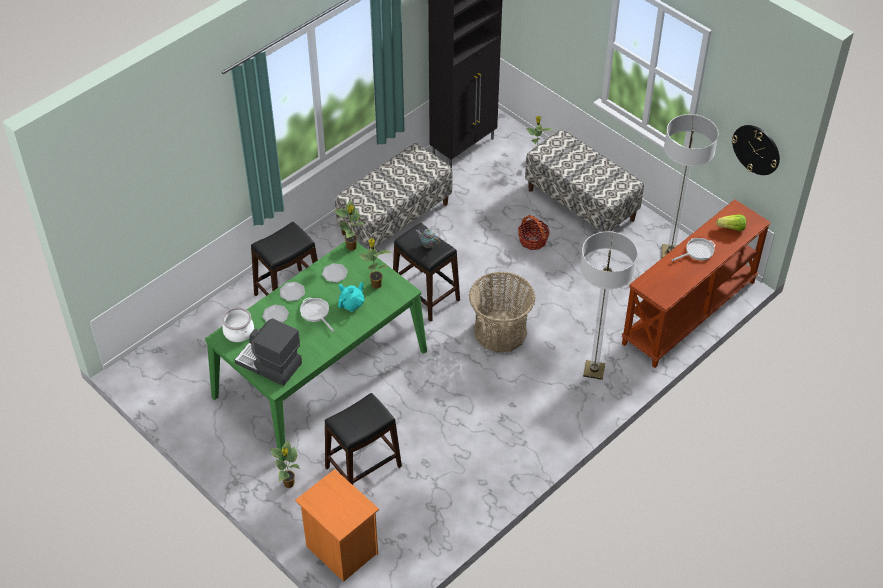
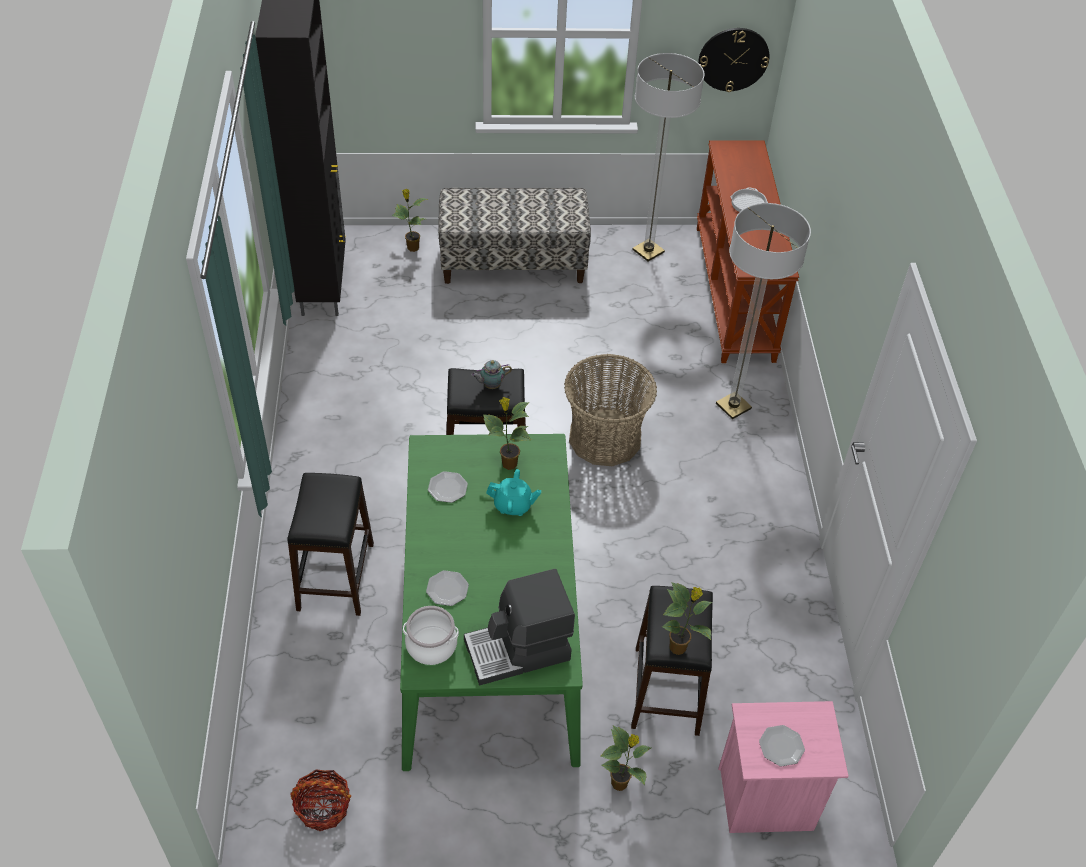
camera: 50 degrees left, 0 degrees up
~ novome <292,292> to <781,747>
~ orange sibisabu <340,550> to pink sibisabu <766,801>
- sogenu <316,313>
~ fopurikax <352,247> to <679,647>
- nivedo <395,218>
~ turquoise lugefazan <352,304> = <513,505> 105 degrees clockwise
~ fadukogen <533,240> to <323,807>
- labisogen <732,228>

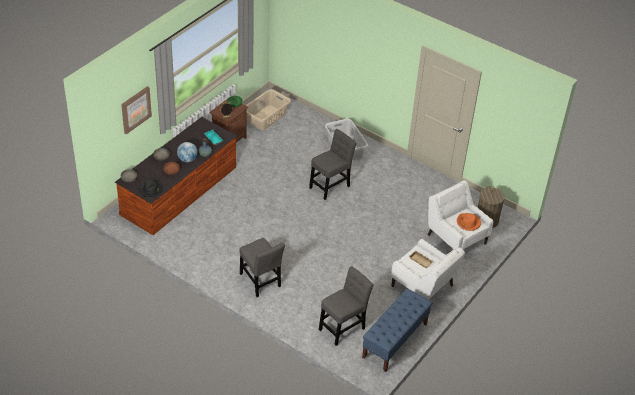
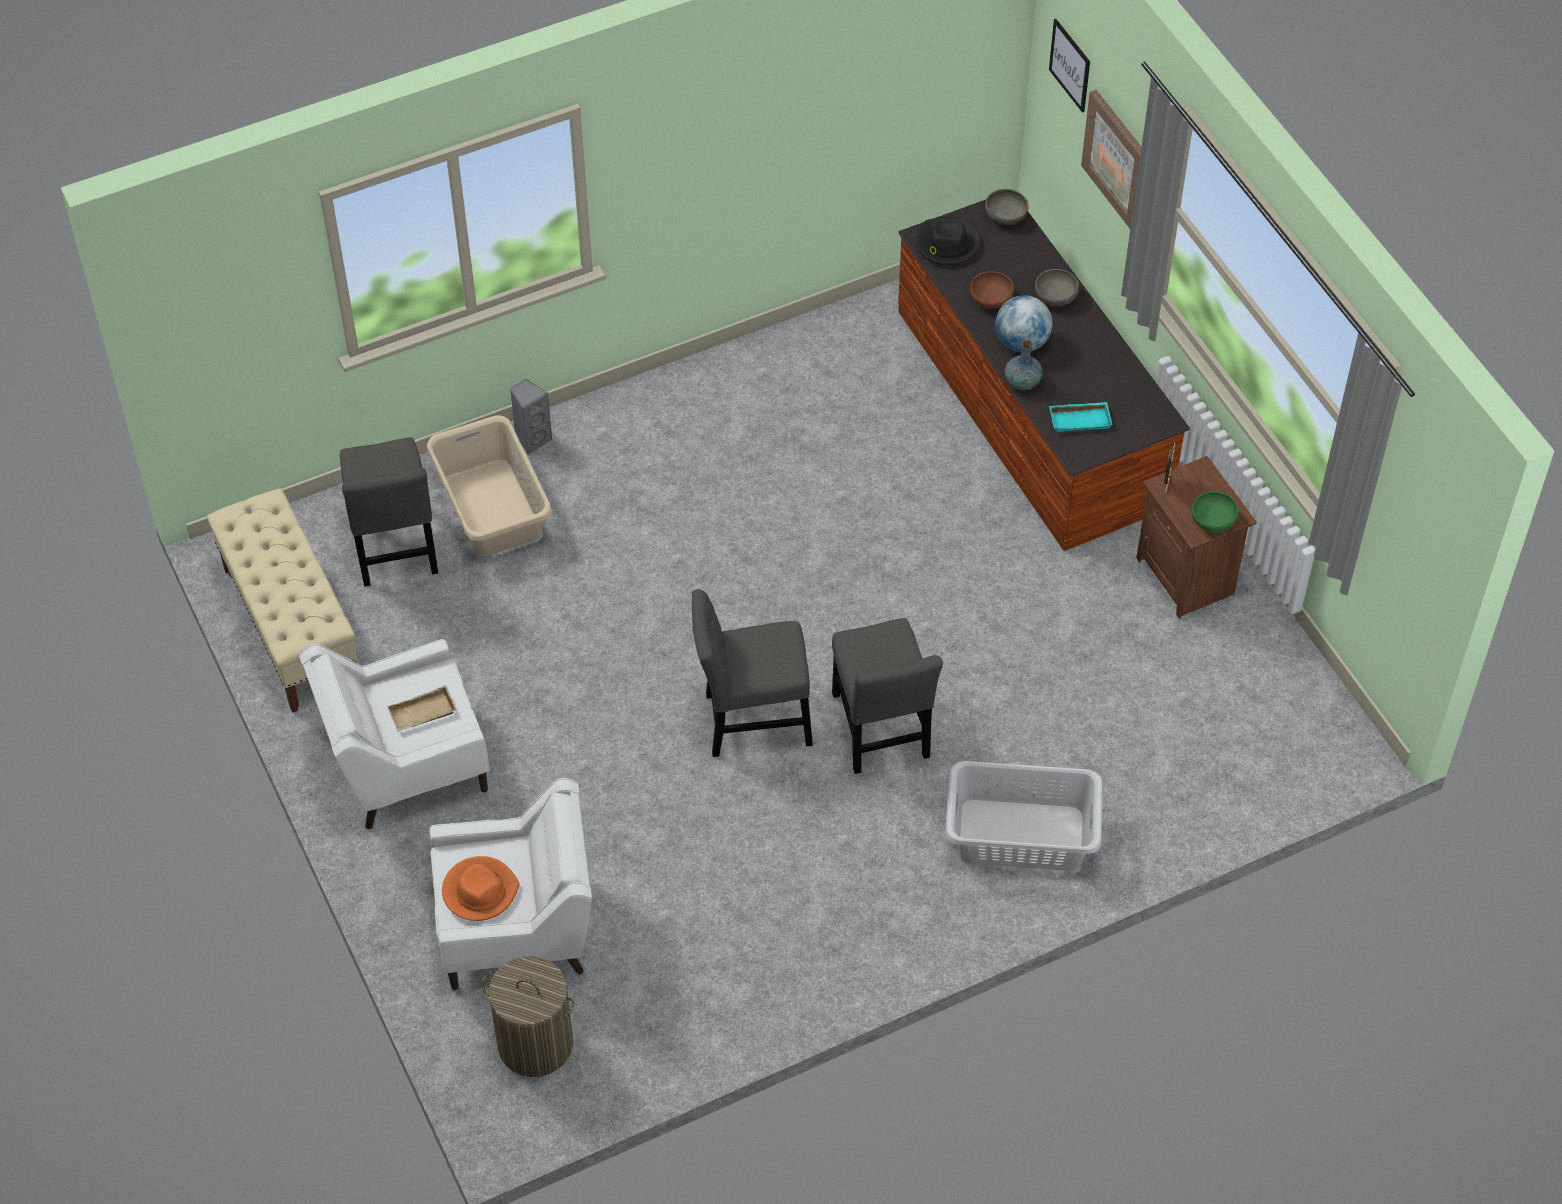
camera: 120 degrees right, 10 degrees up
~ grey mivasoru <261,282> to <751,721>
~ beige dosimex <265,117> to <493,507>
~ blue nivedo <395,341> to beige nivedo <291,626>
+ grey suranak <532,439>
+ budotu <1070,65>

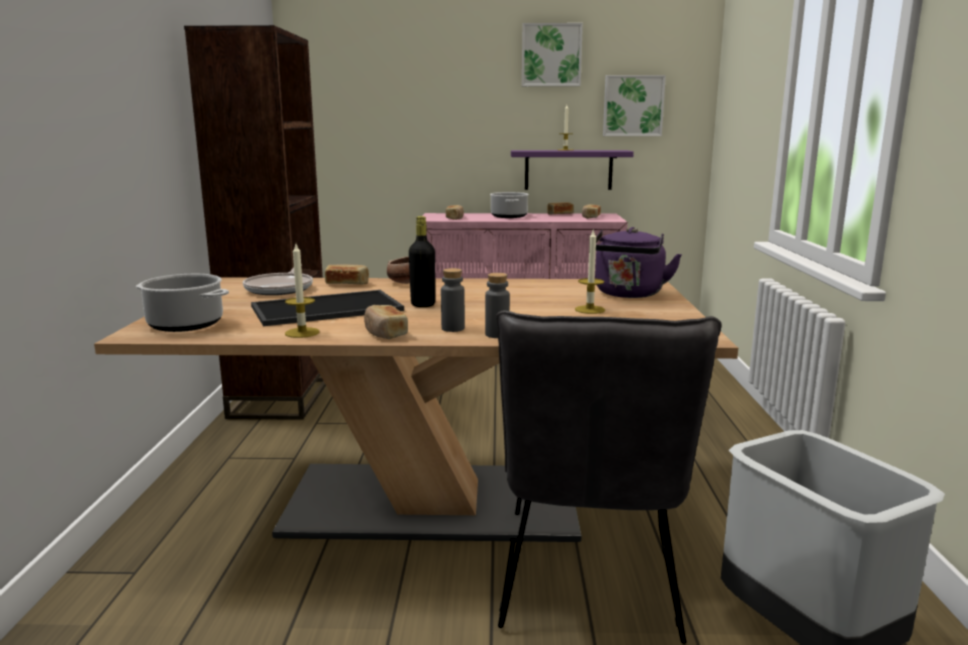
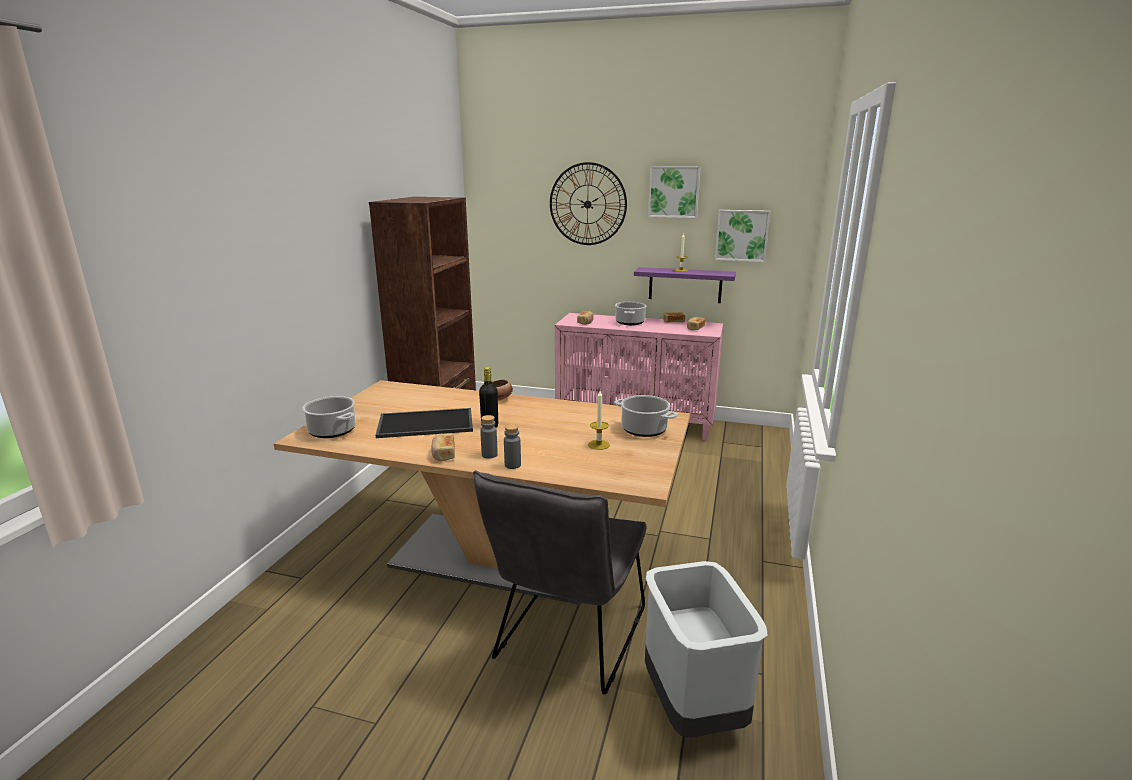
camera: 15 degrees right, 5 degrees up
- sogenu <281,288>
- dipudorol <302,332>
- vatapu <347,284>
~ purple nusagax <628,294> to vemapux <643,429>
+ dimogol <587,204>

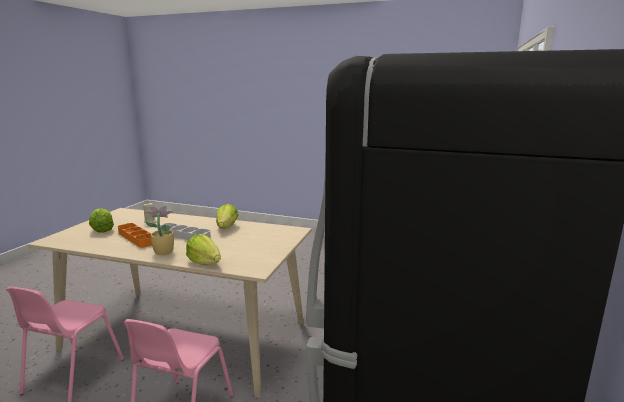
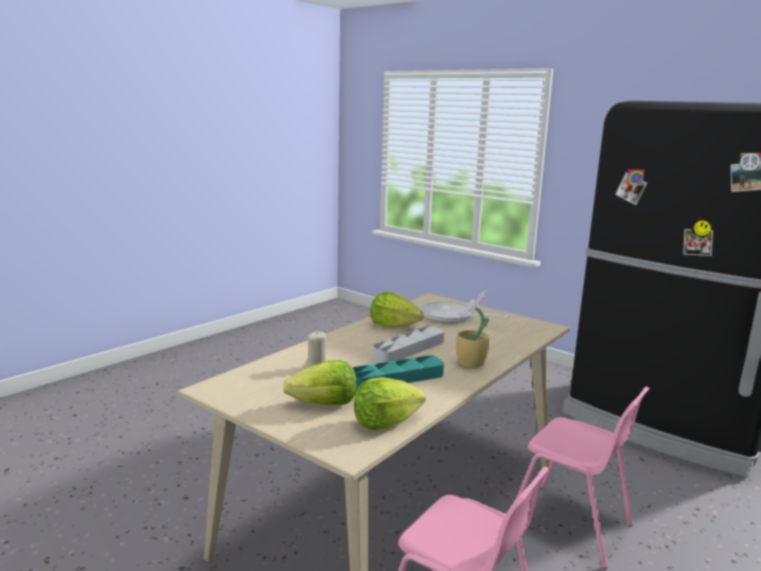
camera: 70 degrees left, 0 degrees up
~ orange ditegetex <136,238> to turquoise ditegetex <396,378>
~ labisogen <205,262> to <385,423>
+ sogenu <451,317>

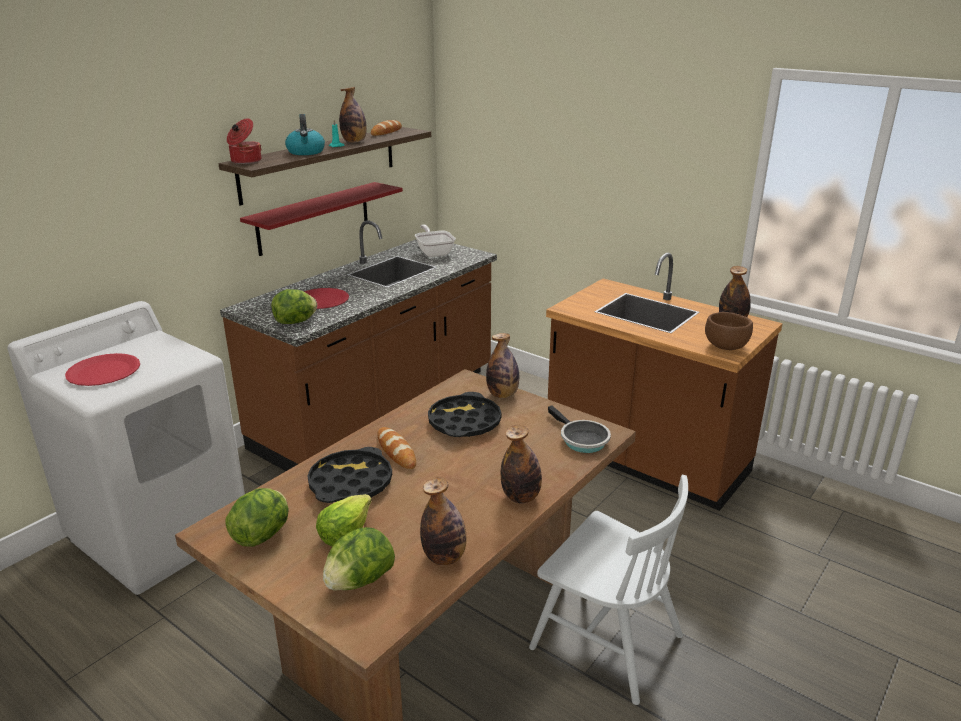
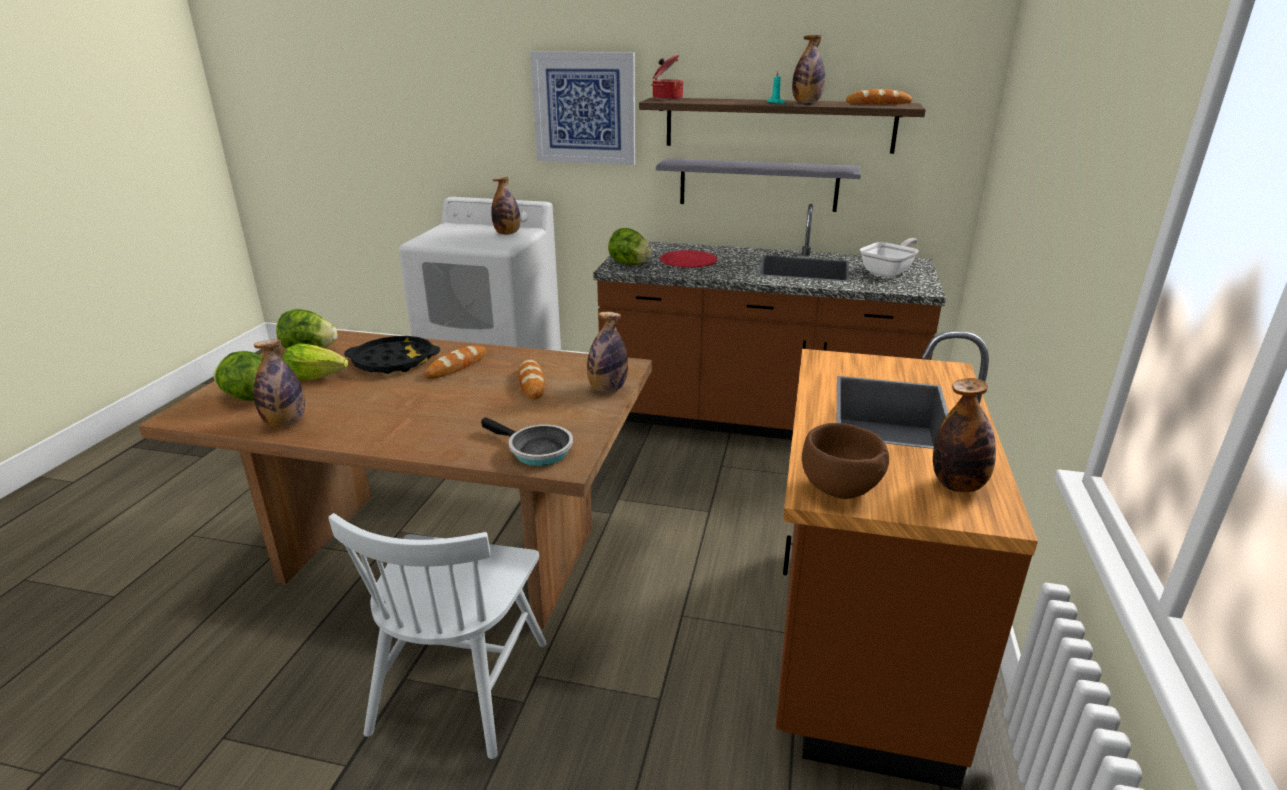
camera: 65 degrees right, 0 degrees up
- red novome <104,372>
~ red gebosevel <314,218> to grey gebosevel <758,185>
- nusagax <306,152>
~ black ditegetex <464,422> to vatapu <531,383>
~ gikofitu <521,497> to <507,233>
~ sogenu <581,439> = <536,450> 90 degrees counterclockwise
+ budotu <584,108>

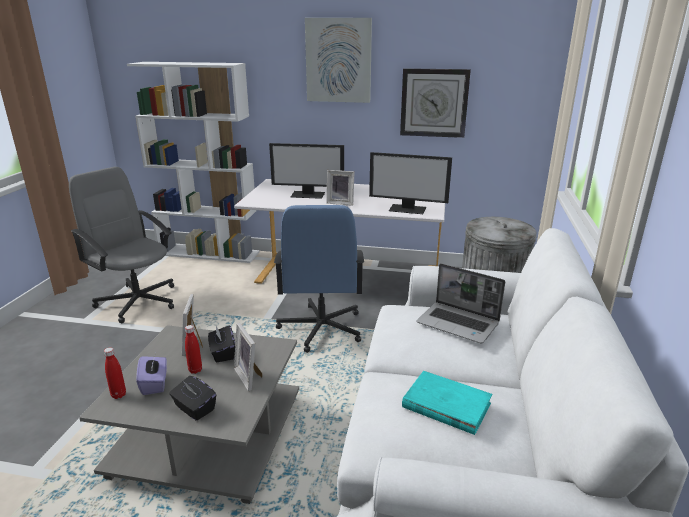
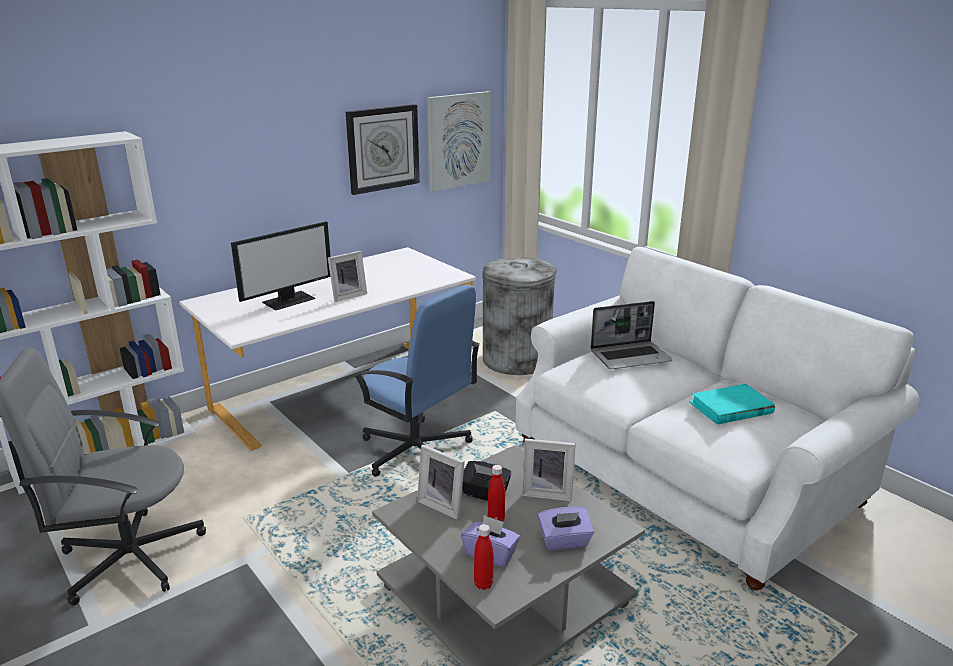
camera: 50 degrees left, 0 degrees up
~ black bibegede <194,408> to purple bibegede <564,541>
~ budotu <338,60> to <458,140>
- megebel <408,209>

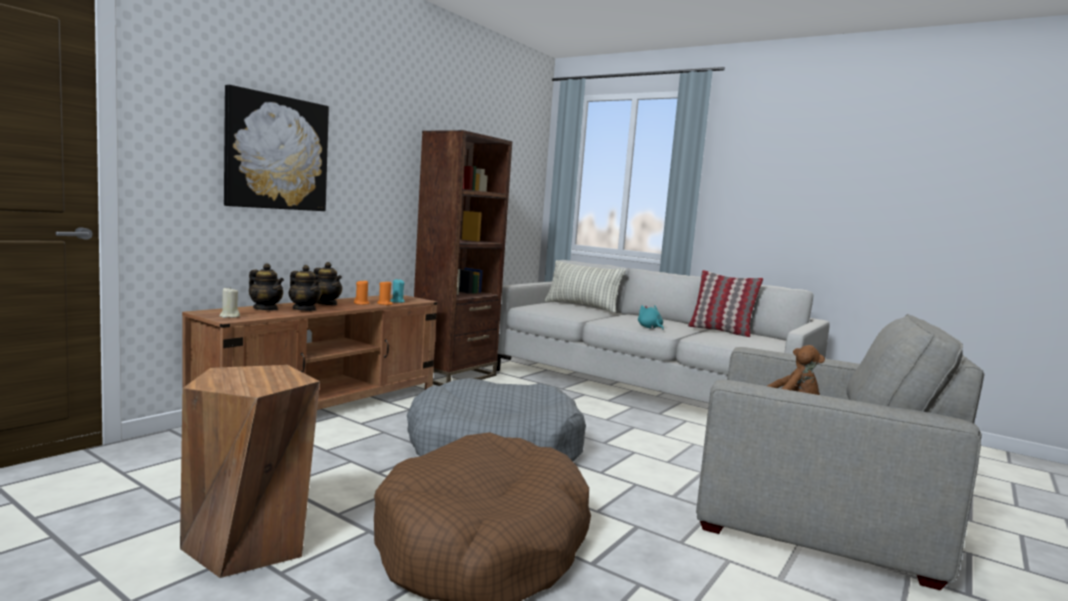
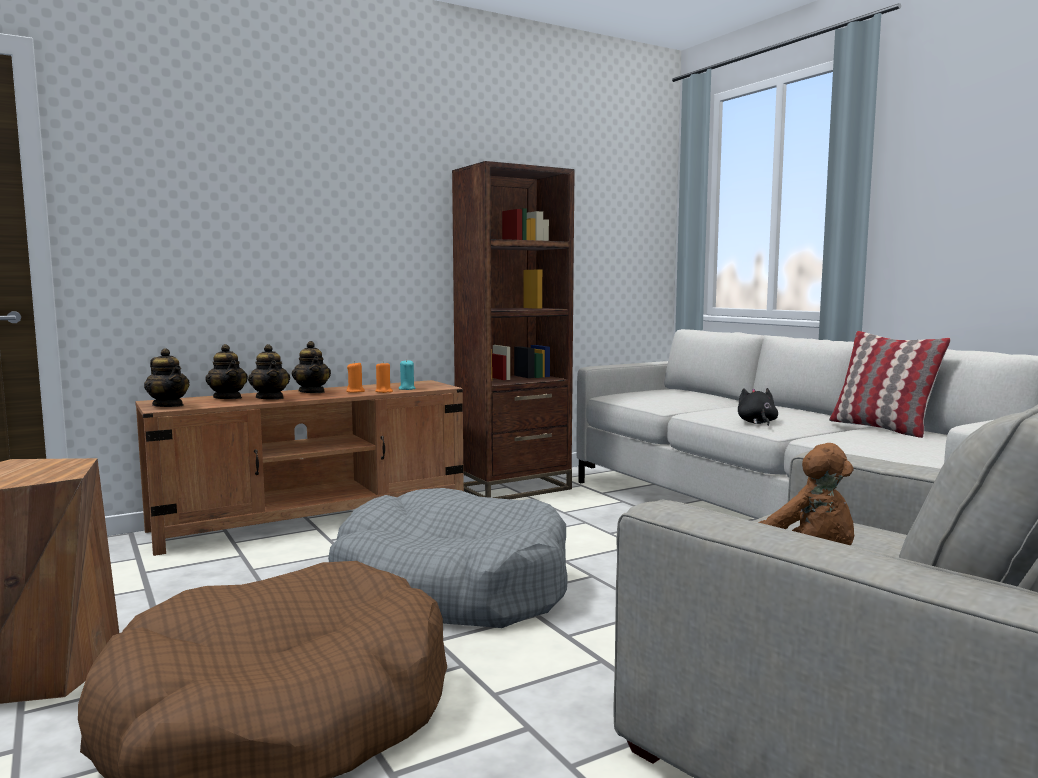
camera: 25 degrees right, 0 degrees up
~ beige dipudorol <229,316> to lugefazan <168,405>
- budotu <276,153>
- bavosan <582,306>
~ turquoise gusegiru <650,328> to black gusegiru <757,423>

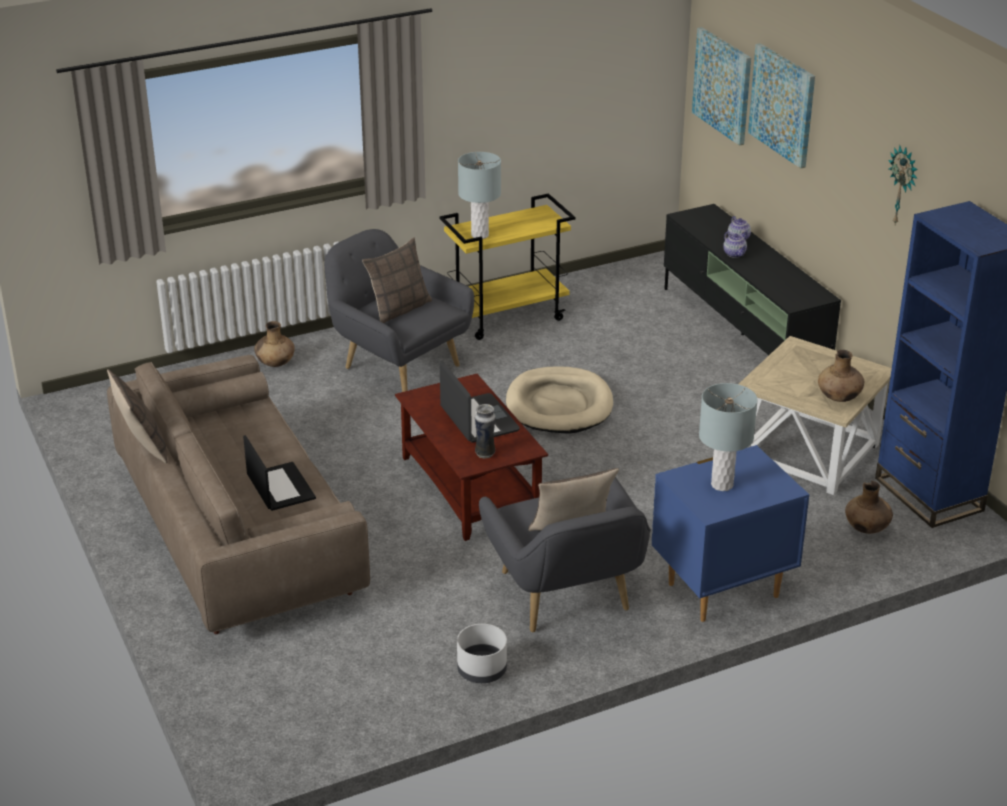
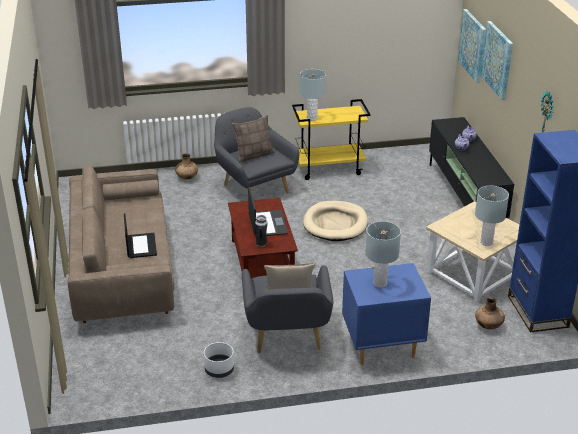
camera: 15 degrees right, 0 degrees up
- bavosan <142,447>
~ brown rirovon <839,397> to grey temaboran <486,242>

